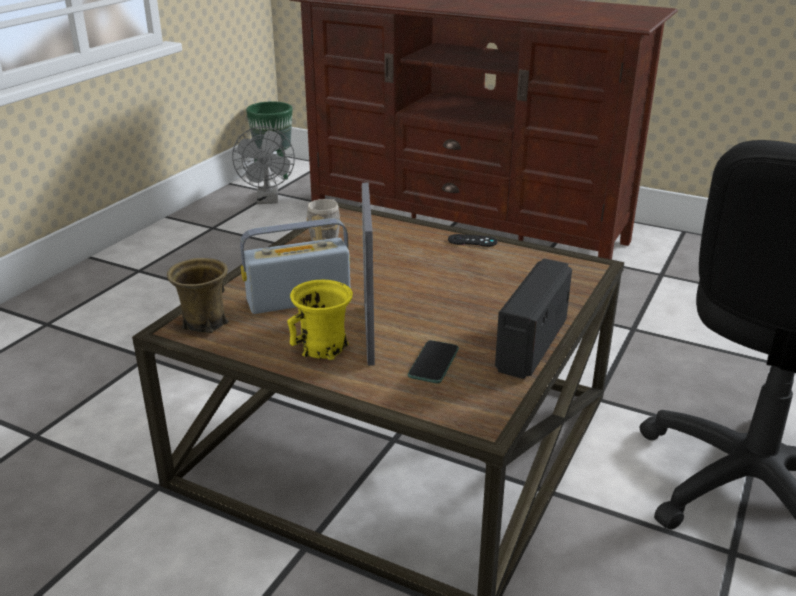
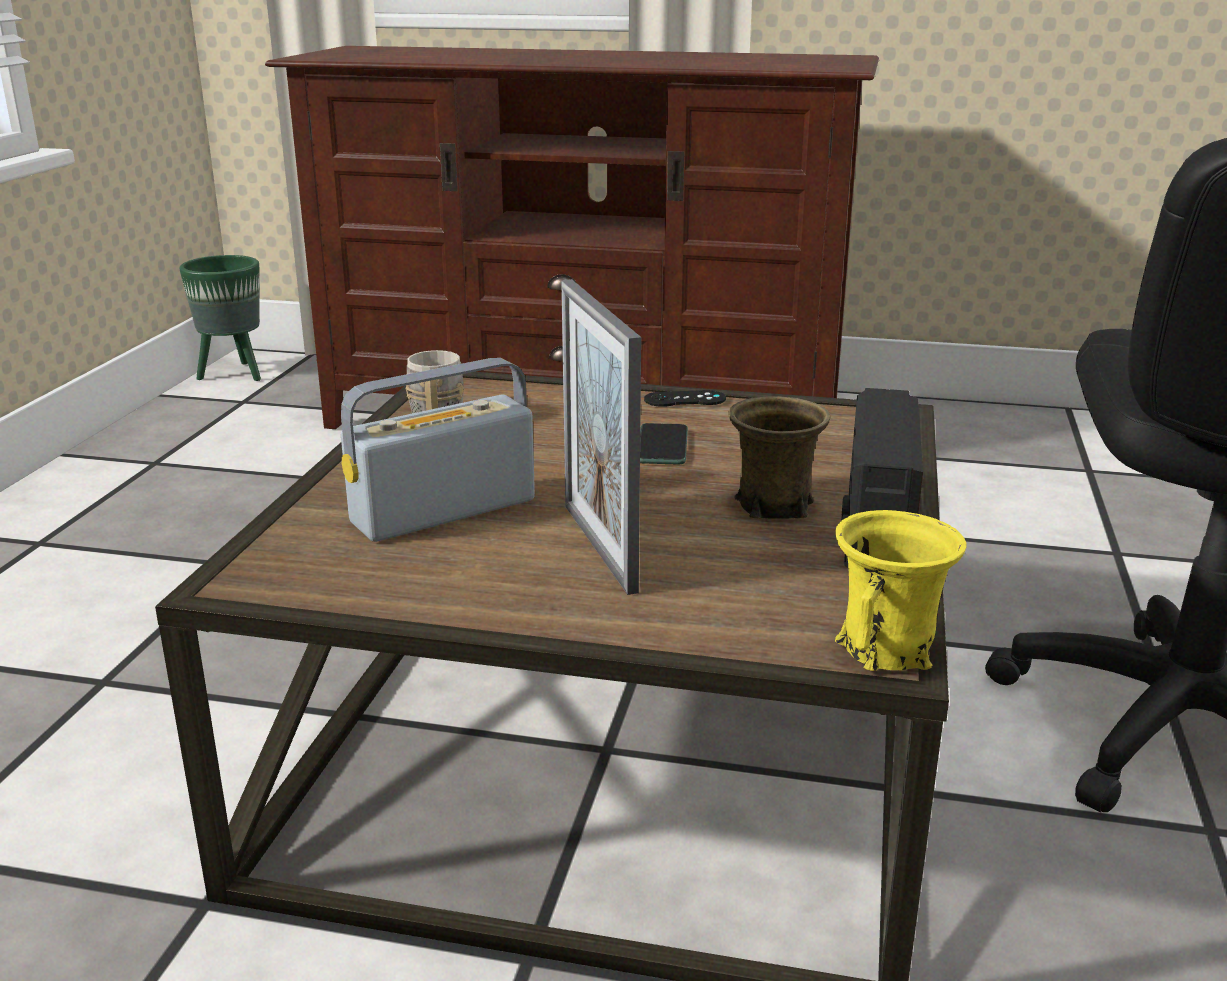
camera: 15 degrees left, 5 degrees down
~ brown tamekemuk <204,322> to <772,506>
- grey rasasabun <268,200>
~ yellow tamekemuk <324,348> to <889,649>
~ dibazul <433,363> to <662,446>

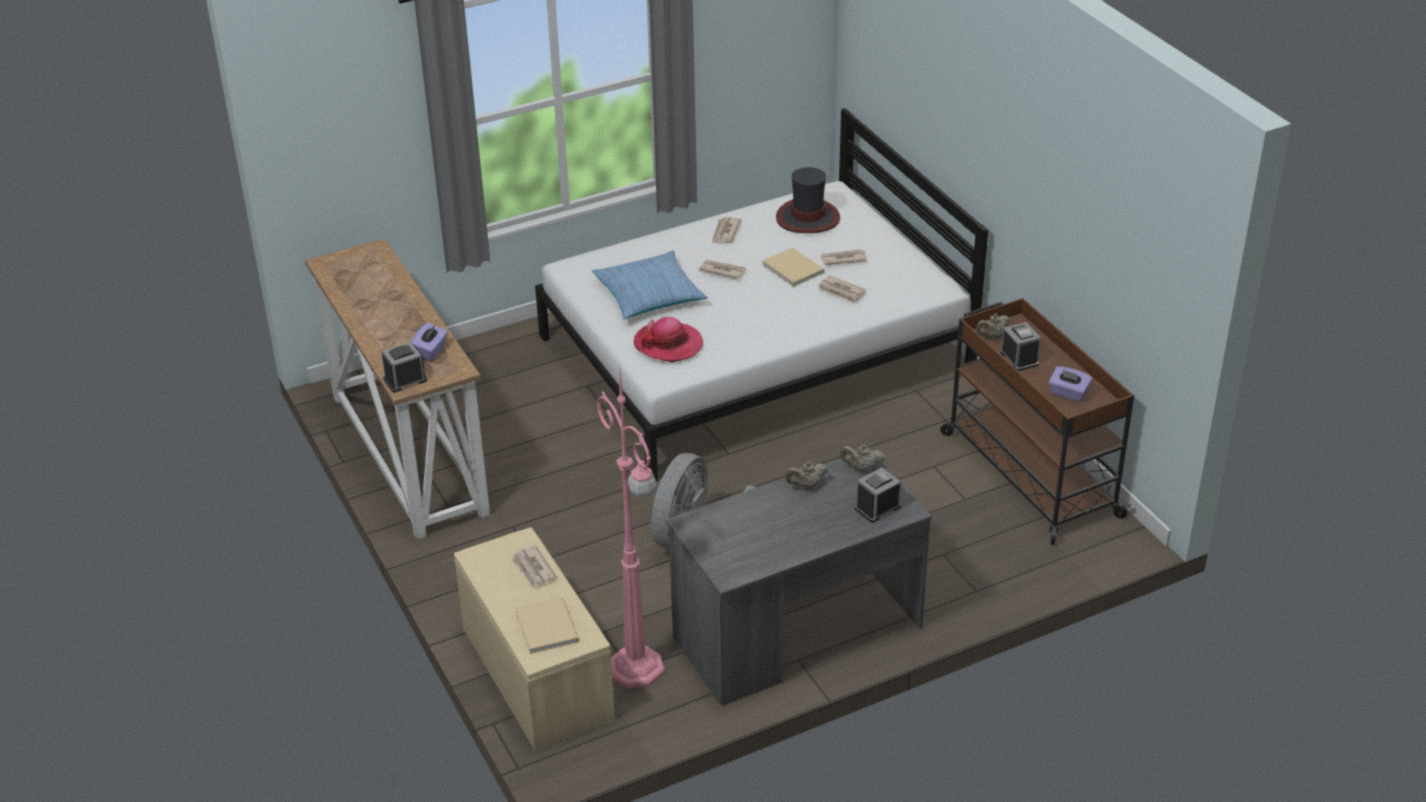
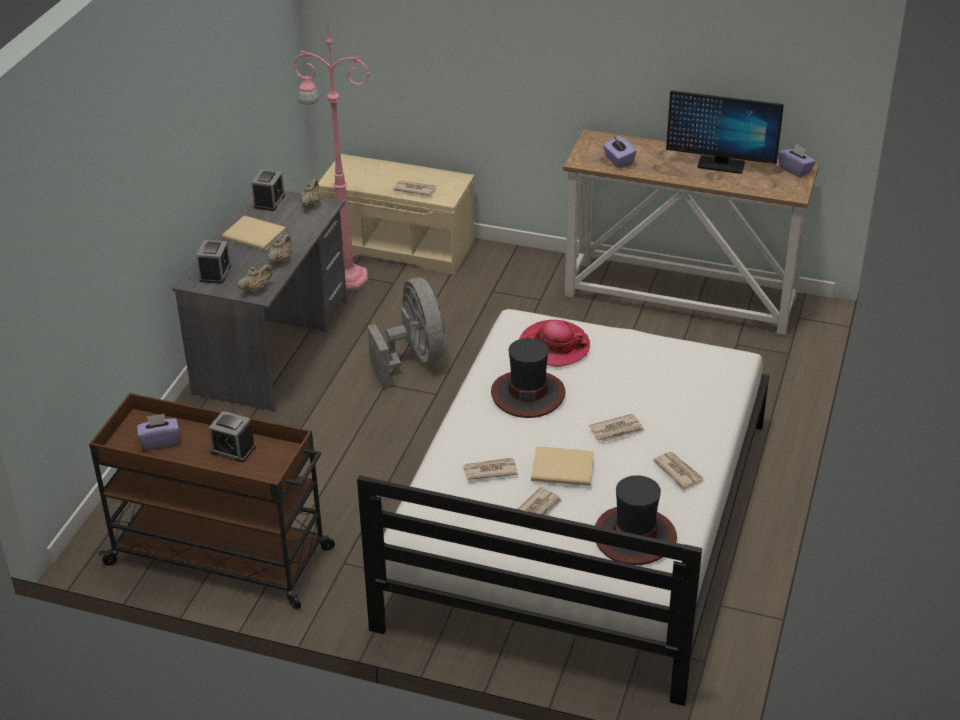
camera: 135 degrees right, 0 degrees up
~ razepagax <405,380> to <269,201>
~ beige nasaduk <547,625> to <255,236>
- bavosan <649,295>
~ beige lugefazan <992,337> to <310,205>
+ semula <528,394>
+ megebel <720,165>
+ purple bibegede <795,170>

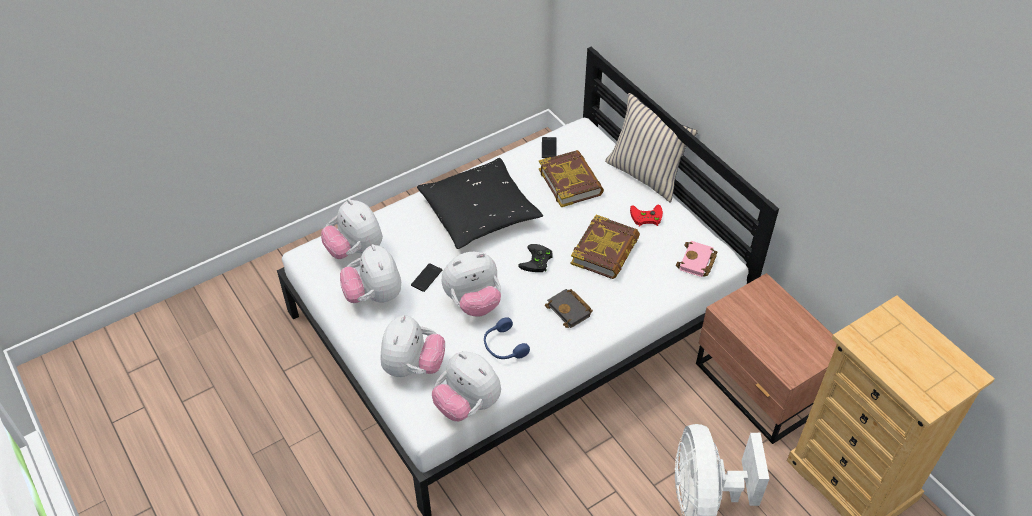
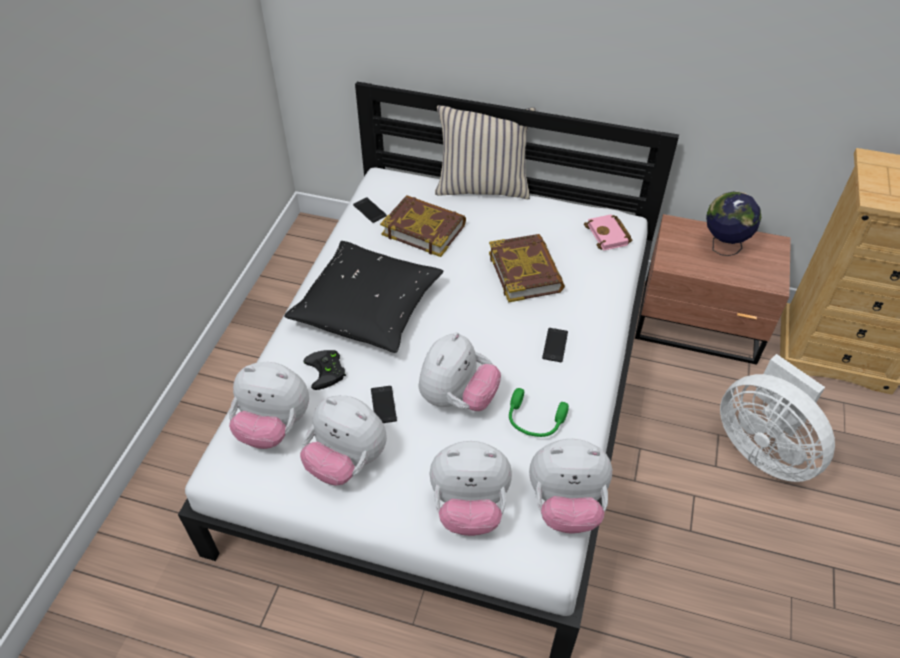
camera: 40 degrees left, 0 degrees up
~ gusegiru <413,366> = <469,507> 120 degrees clockwise
~ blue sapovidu <503,346> to green sapovidu <534,421>
~ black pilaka <537,261> to <327,371>
~ black nasaduk <570,310> to dibazul <555,345>
- red pilaka <645,217>
+ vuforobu <723,247>

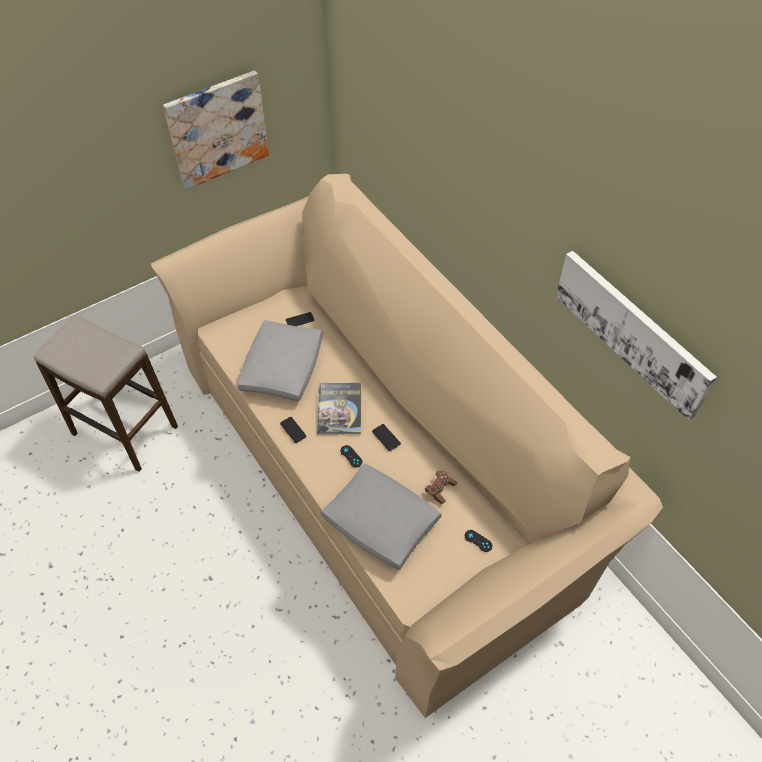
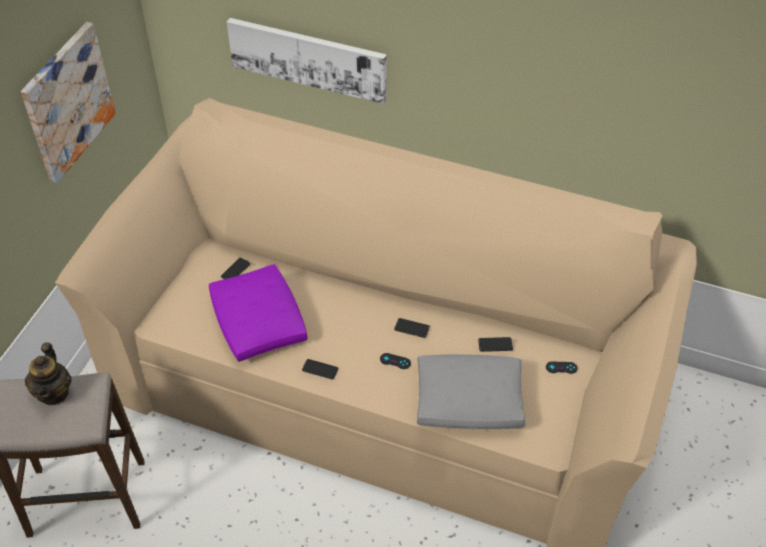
camera: 35 degrees left, 5 degrees down
~ grey bavosan <282,369> to purple bavosan <259,322>
- nasaduk <339,409>
~ brown pilaka <440,489> to dibazul <495,345>
~ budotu <632,331> to <308,58>
+ lugefazan <54,393>

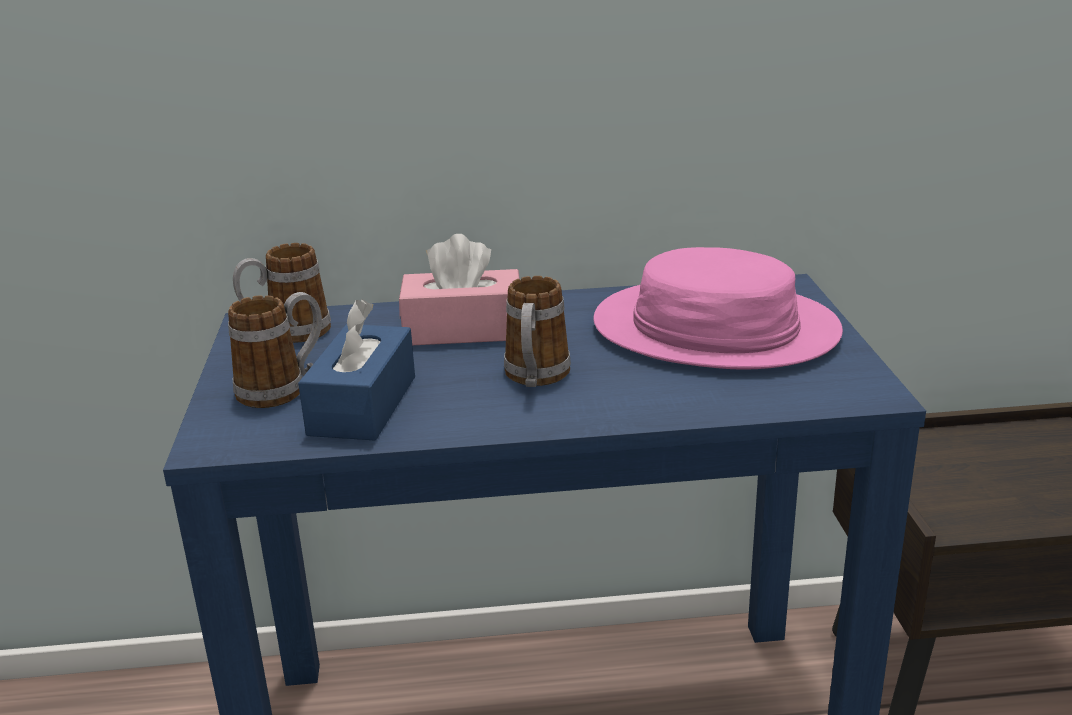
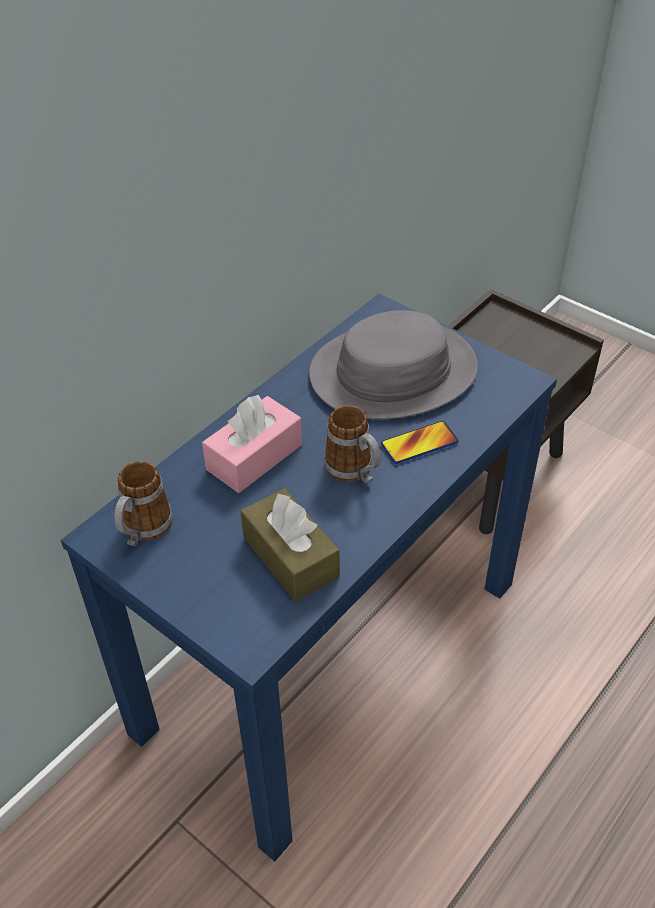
camera: 45 degrees left, 20 degrees up
- tamekemuk <283,388>
~ blue bibegede <363,405> to brown bibegede <290,557>
~ pink semula <714,329> to grey semula <393,372>
+ dibazul <419,443>

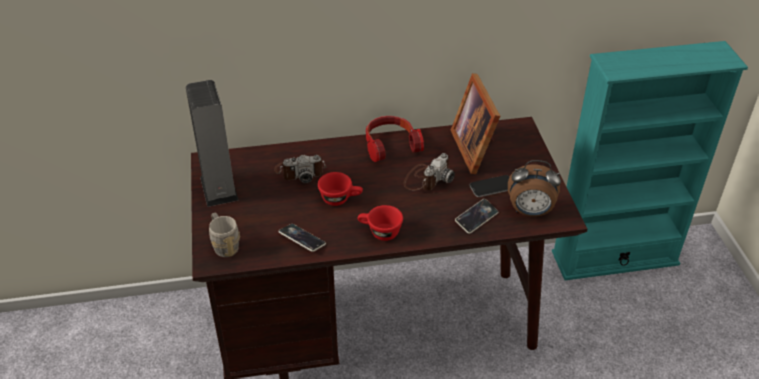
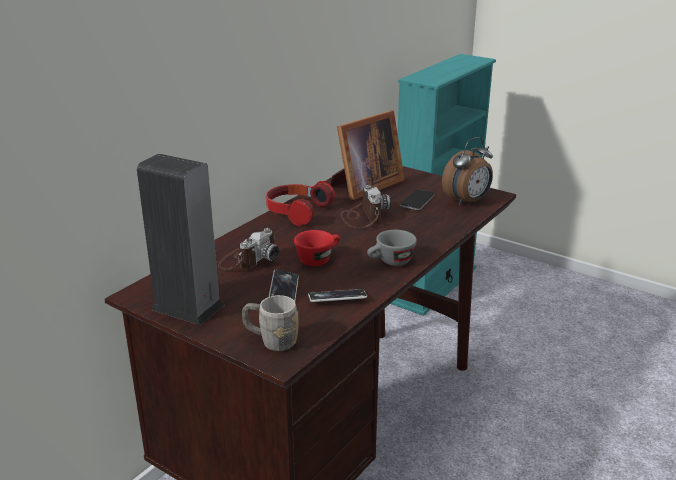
camera: 45 degrees left, 15 degrees down
~ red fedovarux <379,232> to grey fedovarux <390,262>
~ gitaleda <476,148> = <364,186> 75 degrees counterclockwise
~ dibazul <476,218> to <284,289>

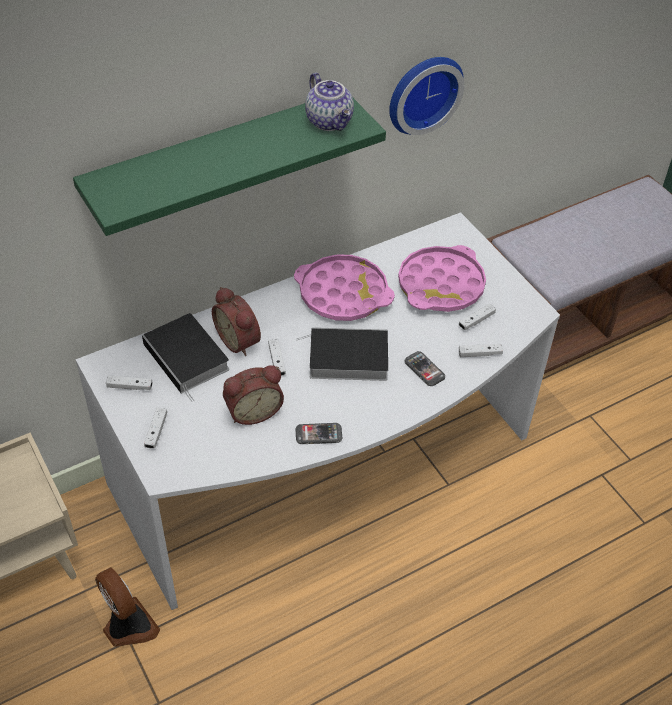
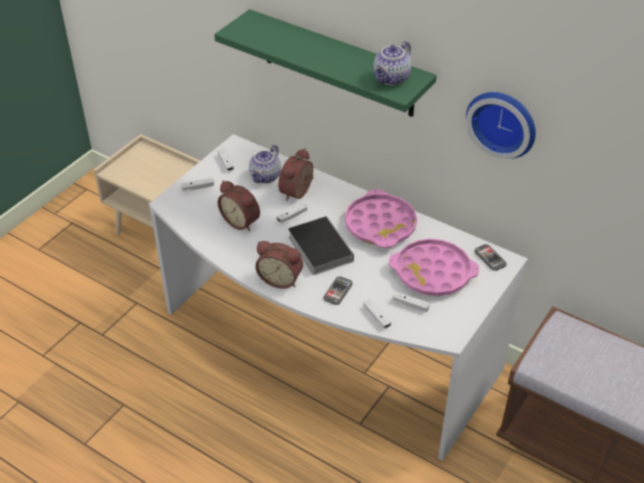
camera: 65 degrees right, 5 degrees down
- rasasabun <128,626>
~ nasaduk <188,358> to lugefazan <266,177>
~ dibazul <318,434> to <490,258>
+ razepagax <281,278>

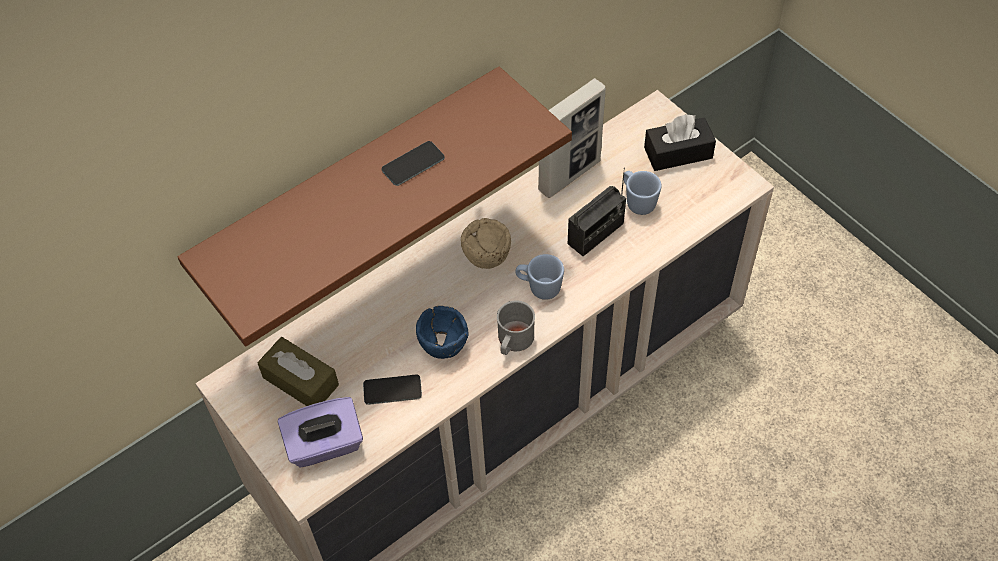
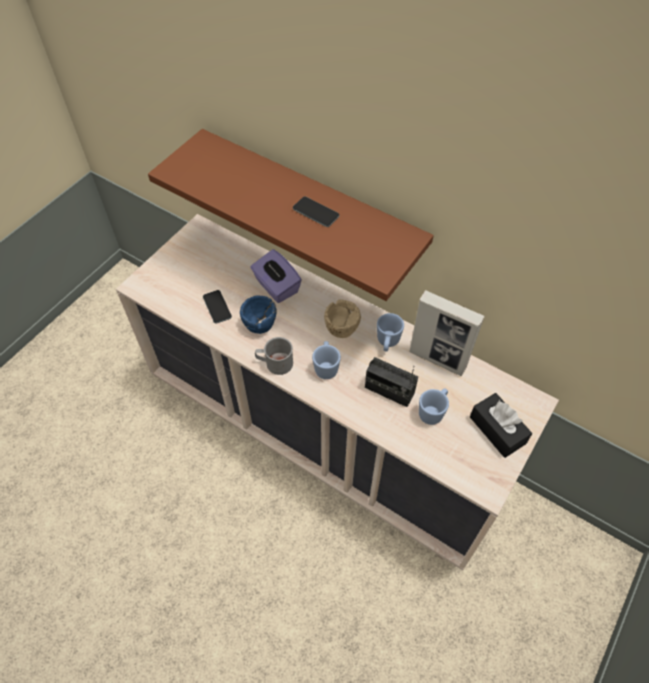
camera: 70 degrees right, 0 degrees up
- brown bibegede <300,381>
~ purple bibegede <325,445> to <276,287>
+ blue tamekemuk <387,343>

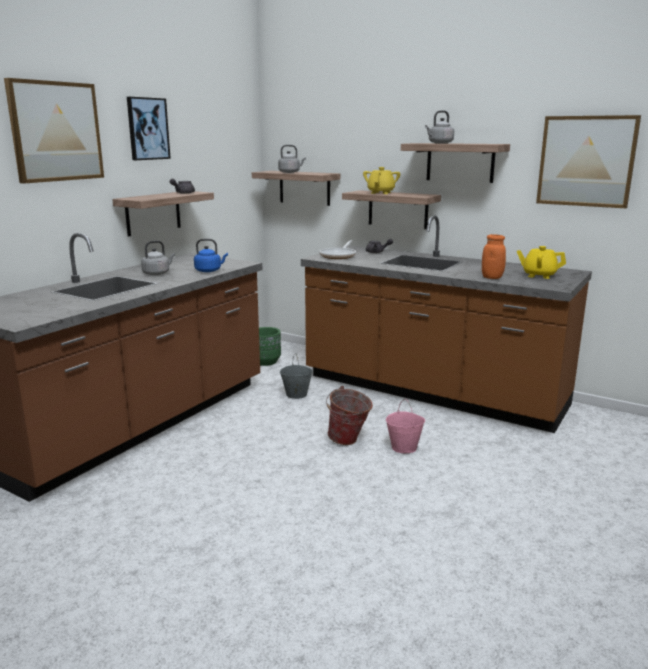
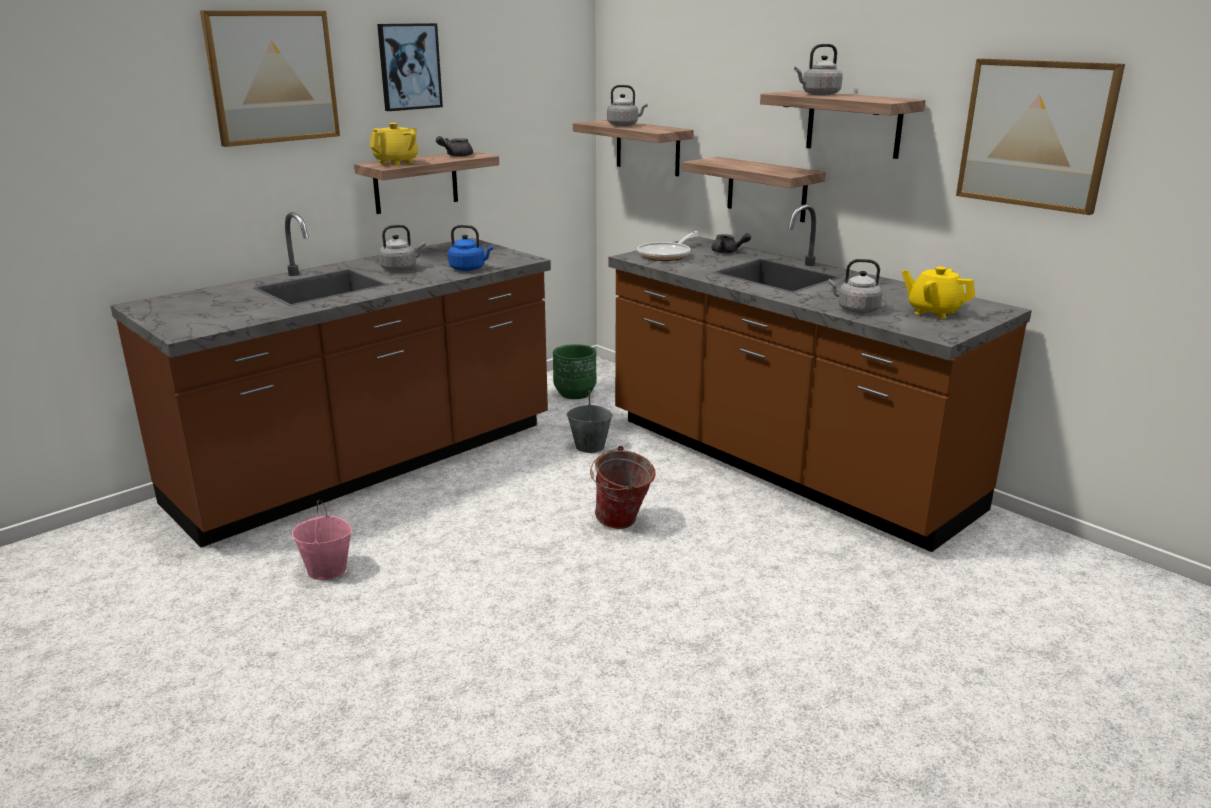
camera: 15 degrees right, 5 degrees up
~ yellow lugefazan <381,193> to <397,163>
~ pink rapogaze <404,447> to <328,570>
~ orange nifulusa <492,277> to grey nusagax <855,310>

